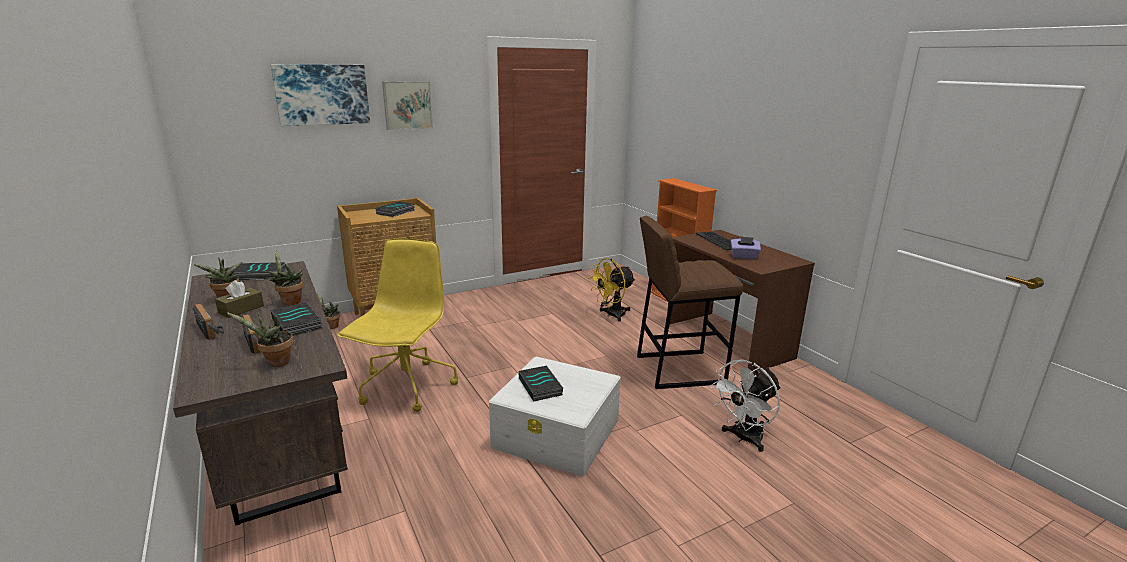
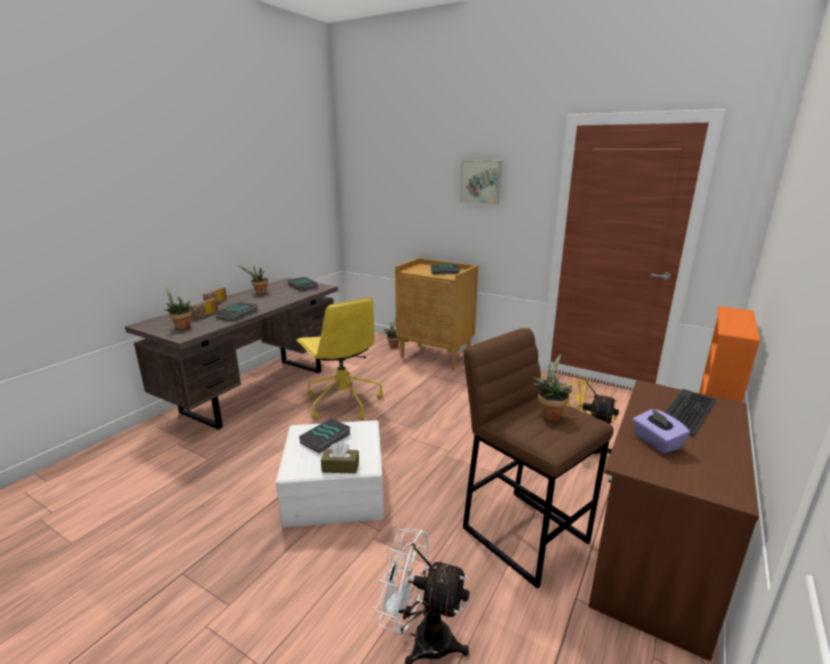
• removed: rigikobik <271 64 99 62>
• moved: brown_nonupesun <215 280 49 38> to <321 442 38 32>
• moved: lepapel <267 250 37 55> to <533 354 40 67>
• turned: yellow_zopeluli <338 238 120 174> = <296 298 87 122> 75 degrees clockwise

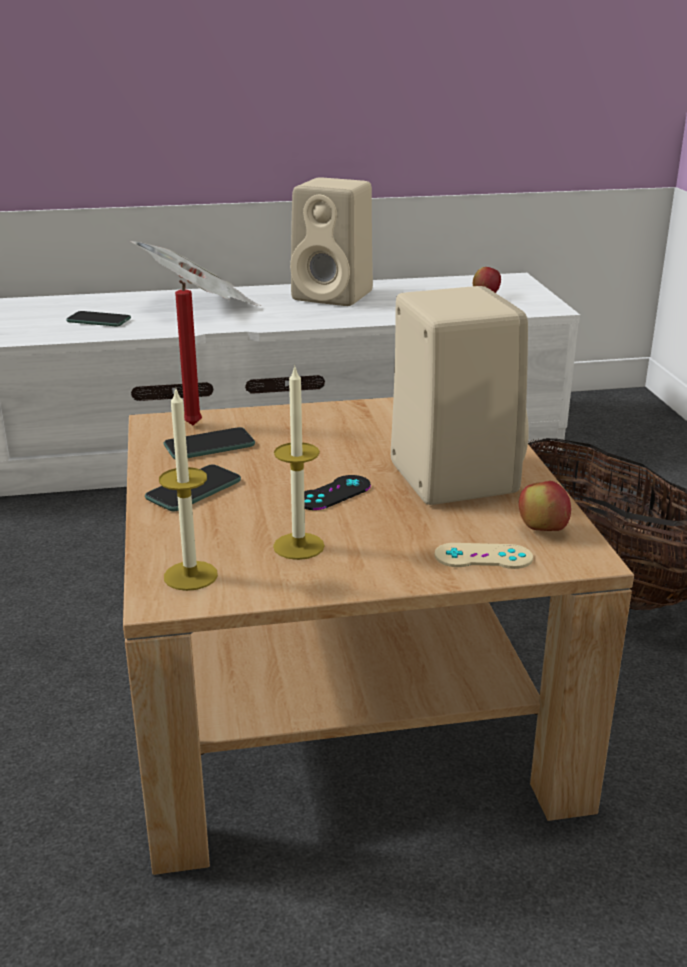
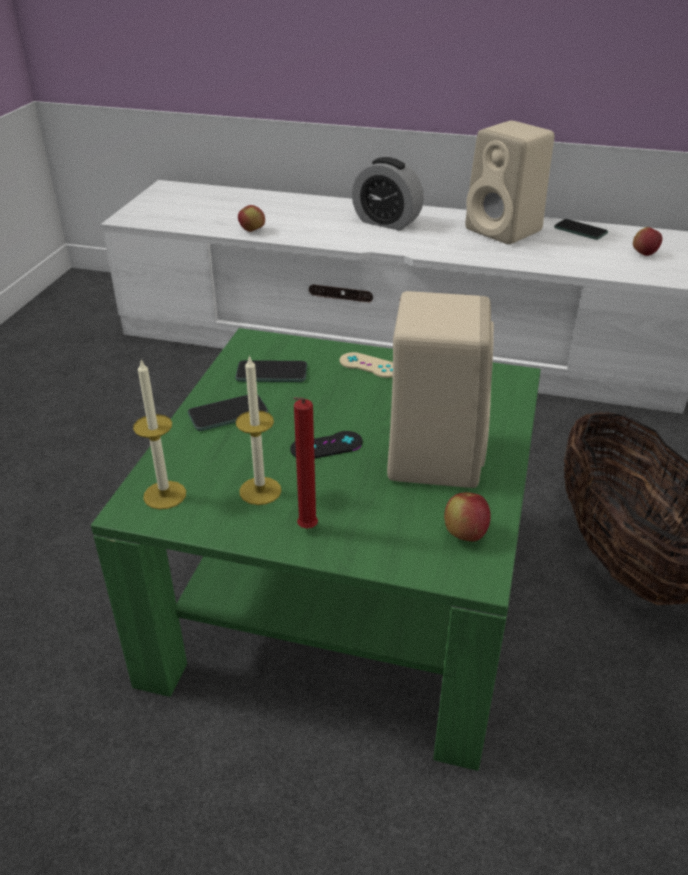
• added: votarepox <238 205 27 27>
• moved: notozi <66 311 65 15> to <554 219 54 21>
• moved: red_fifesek <175 280 27 145> to <293 397 25 131>
• moved: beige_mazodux <435 543 98 26> to <340 352 53 26>
• replaced: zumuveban <130 241 132 65> to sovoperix <352 157 72 74>
• recoloured: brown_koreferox <123 397 511 478> to green_koreferox <91 328 450 443>

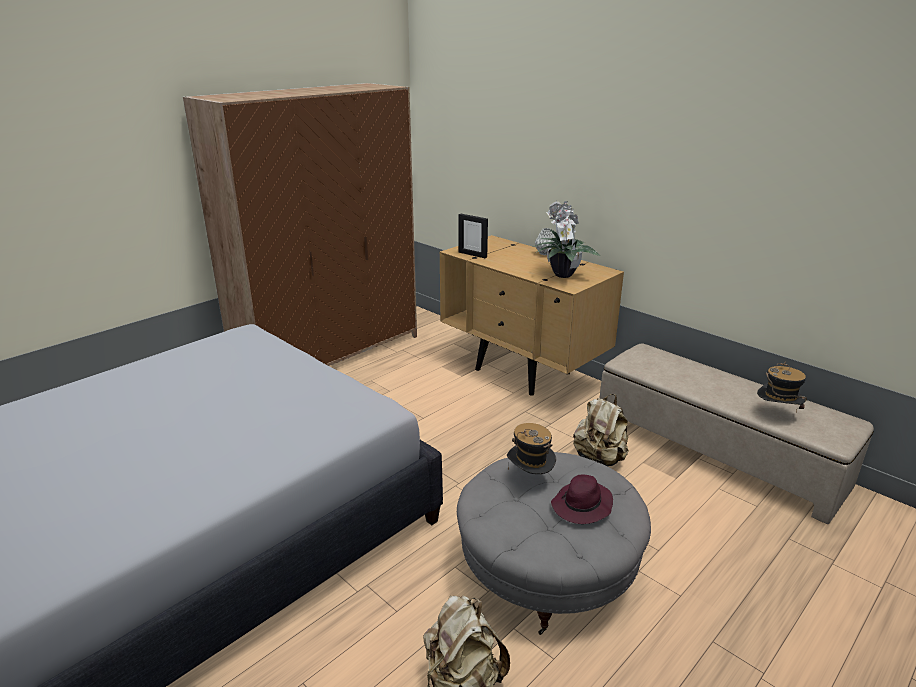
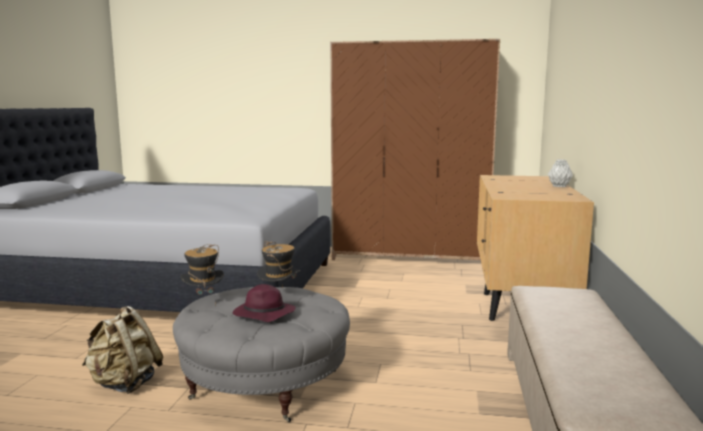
• removed: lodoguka <459 214 29 44>
• removed: lepapel <533 201 67 77>
• removed: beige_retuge <573 394 56 72>
• moved: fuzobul <757 361 50 51> to <181 244 43 61>

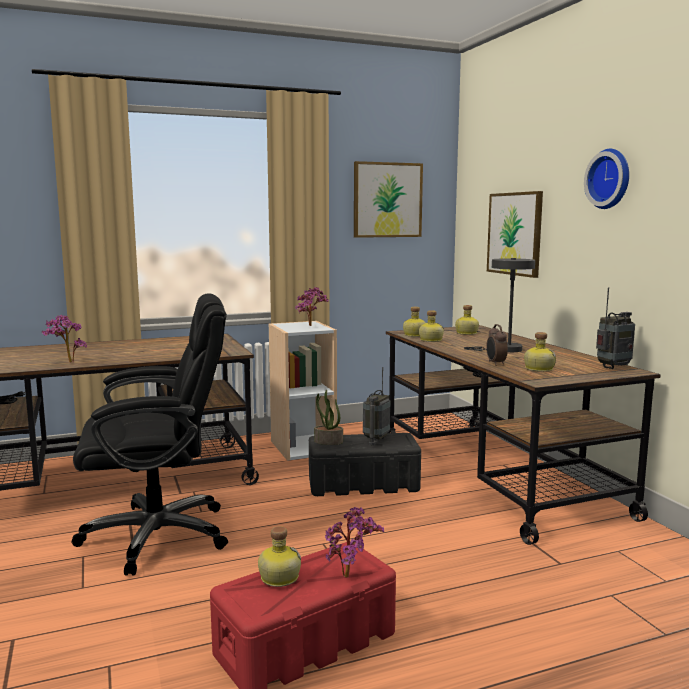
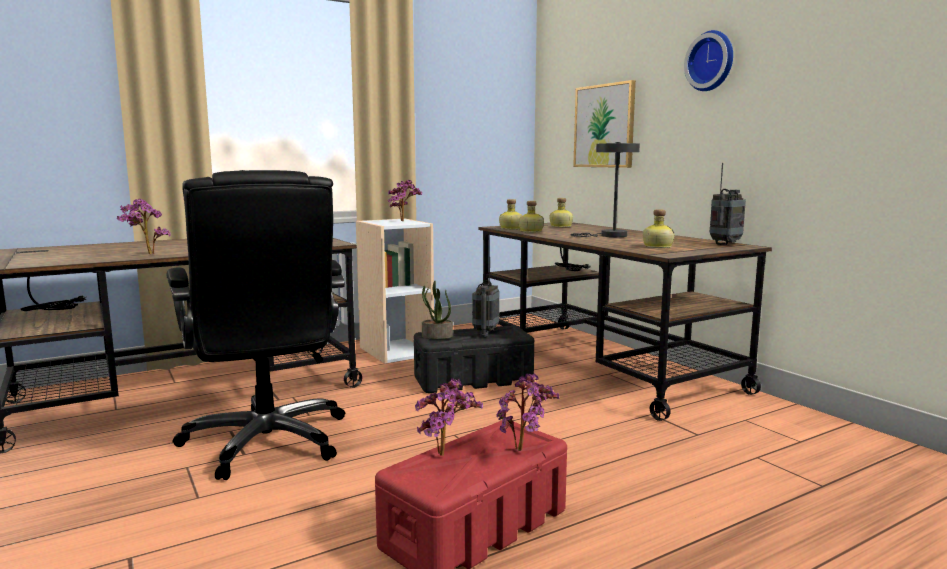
• removed: rigikobik <354 161 69 77>
• removed: sovoperix <486 324 22 42>
• replaced: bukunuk <258 527 43 60> to lepapel <415 378 68 78>
• turned: black_zopeluli <71 293 157 282> = <167 170 178 310> 90 degrees clockwise

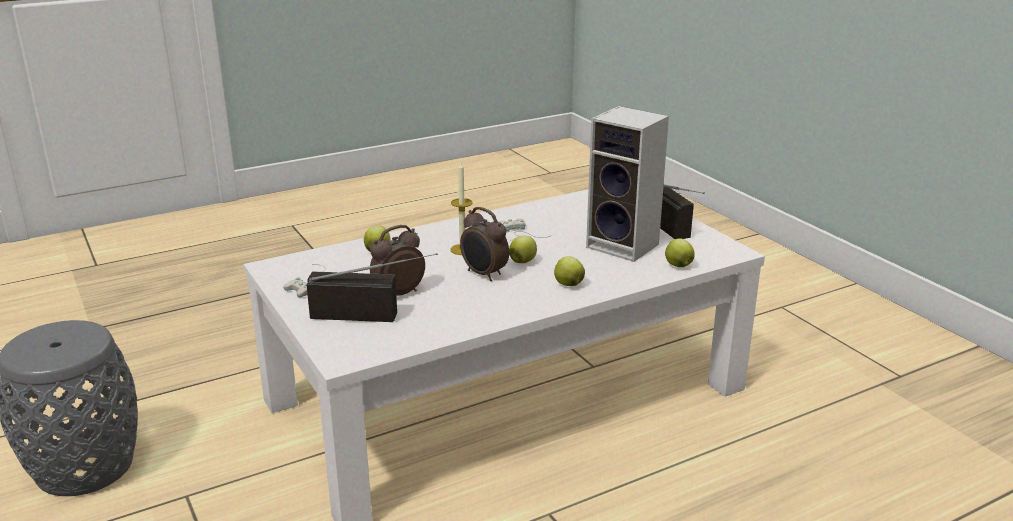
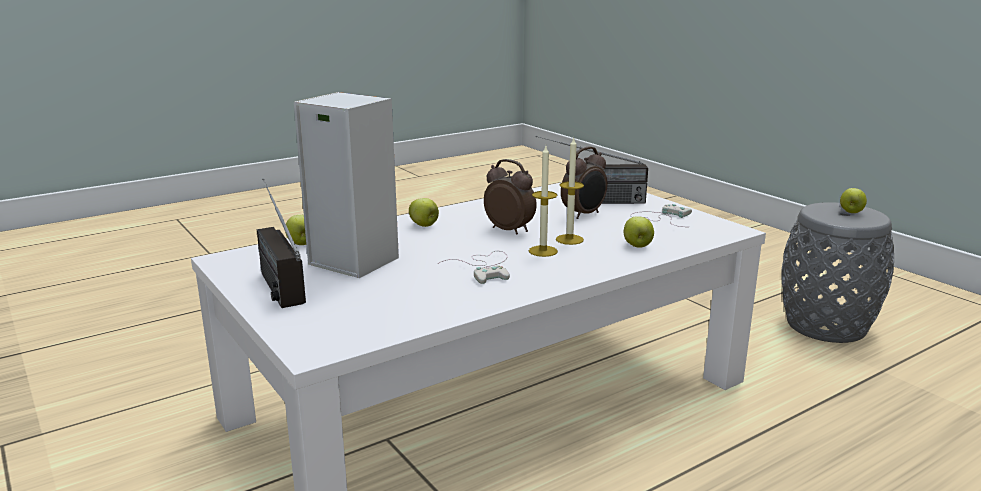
• added: fifesek <556 137 28 108>
• moved: votarepox <509 235 28 28> to <840 188 27 25>

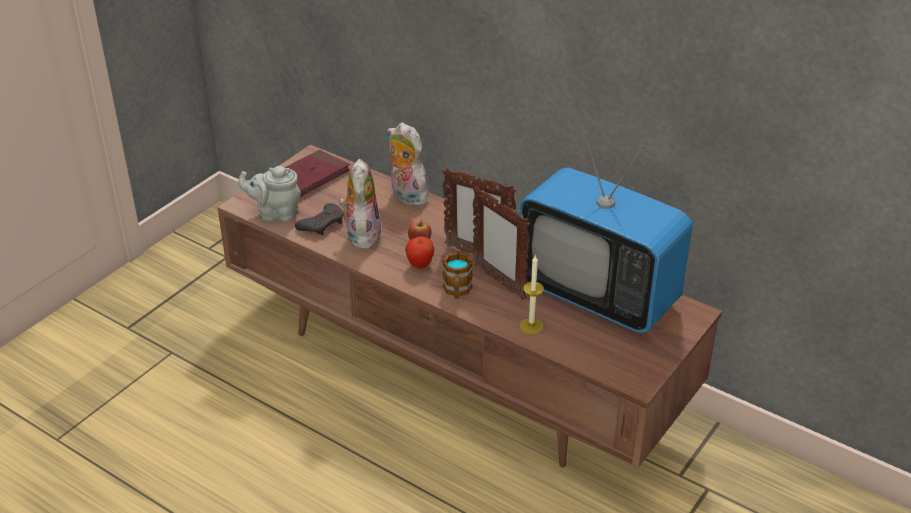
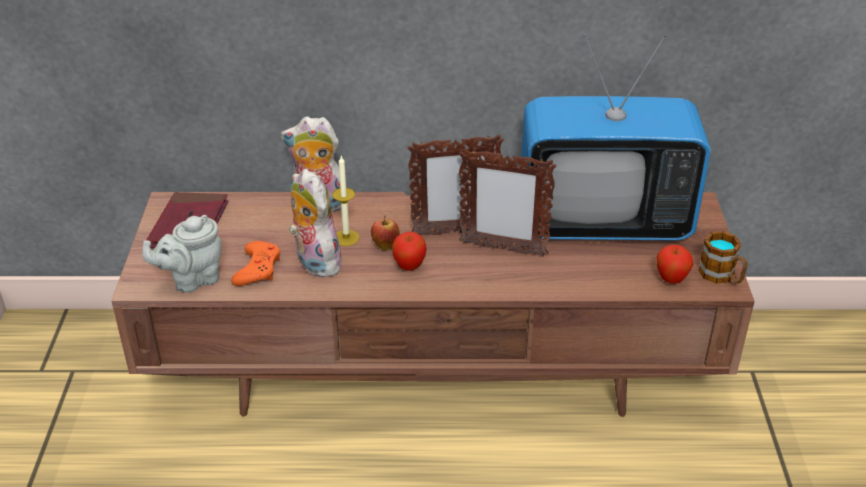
• added: votarepox <656 245 37 39>
• moved: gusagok <443 252 30 47> to <698 231 50 53>
• moved: fifesek <519 256 25 78> to <332 156 28 90>
• recoloured: grey_mazodux <295 203 48 32> to orange_mazodux <231 241 49 45>

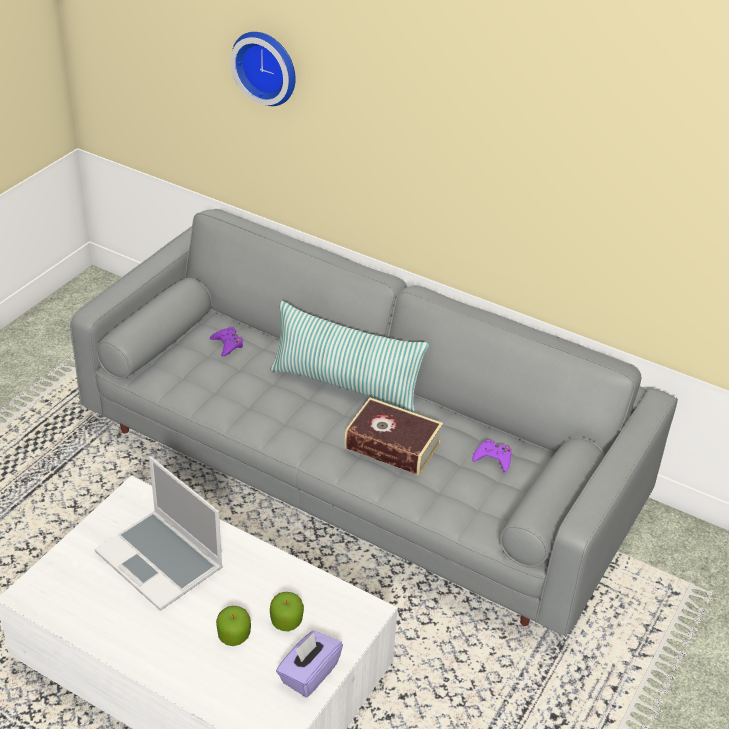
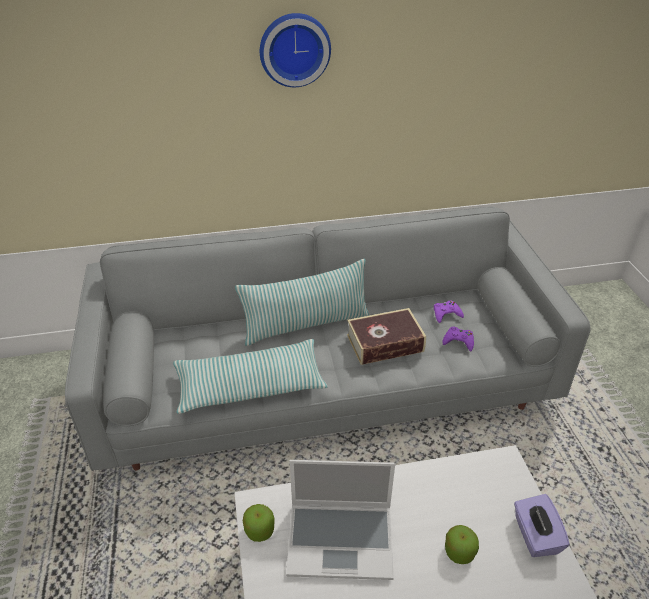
• added: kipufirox <173 339 155 75>
• moved: purple_mazodux <210 327 33 30> to <442 326 32 25>
• moved: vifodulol <230 32 66 74> to <260 13 71 74>
• moved: votarepox <270 592 34 39> to <243 504 32 38>

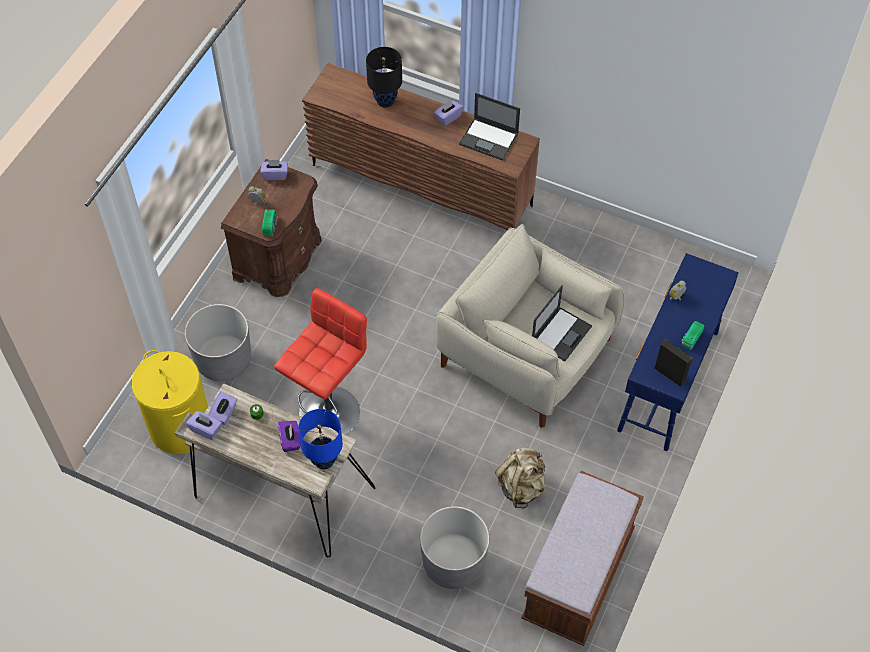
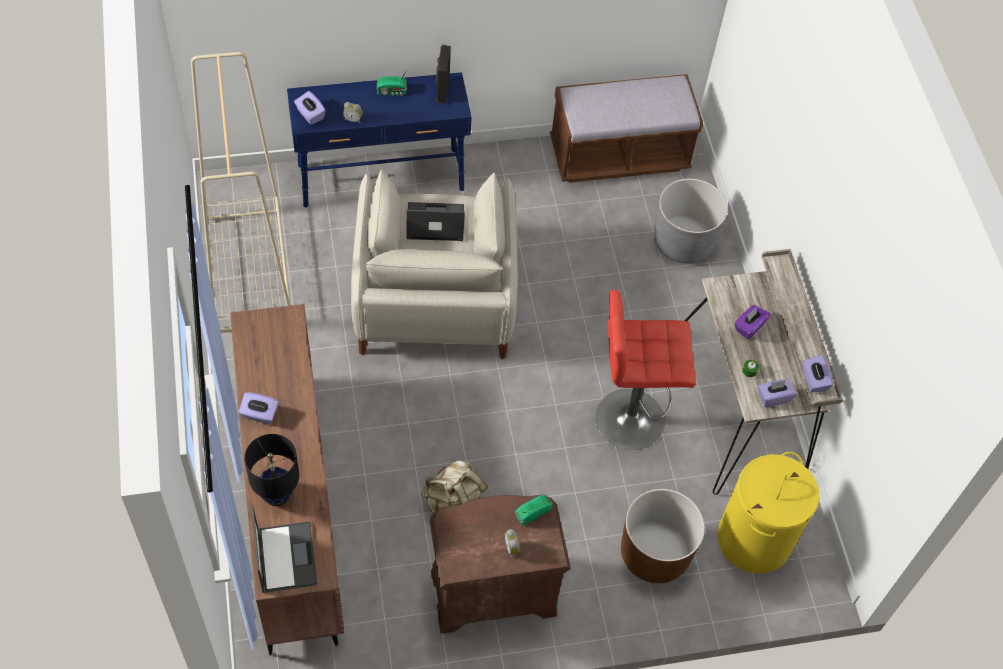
• removed: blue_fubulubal <298 409 45 60>
• added: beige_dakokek <191 52 100 280>
• moved: purple_nonupesun <260 160 28 20> to <294 91 32 34>
• moved: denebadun <459 93 61 68> to <252 506 65 87>
• moved: beige_retuge <495 447 50 62> to <421 460 67 53>
• recoloured: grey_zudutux <185 304 66 77> to brown_zudutux <621 489 84 94>

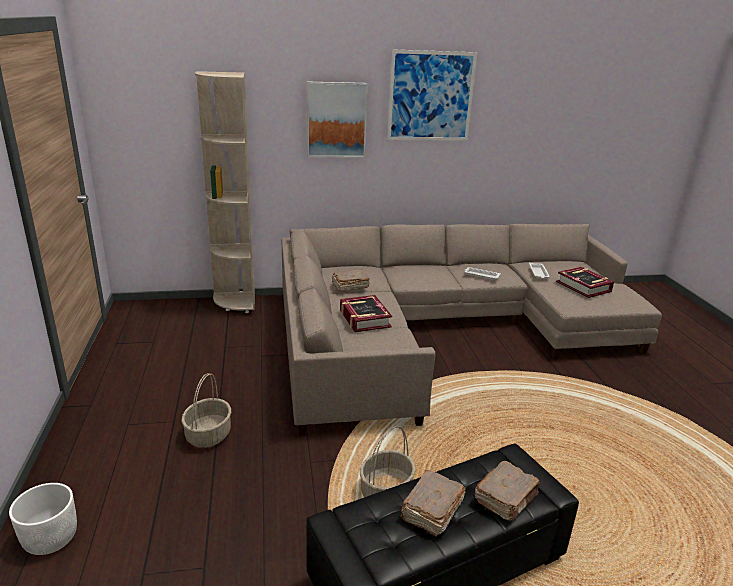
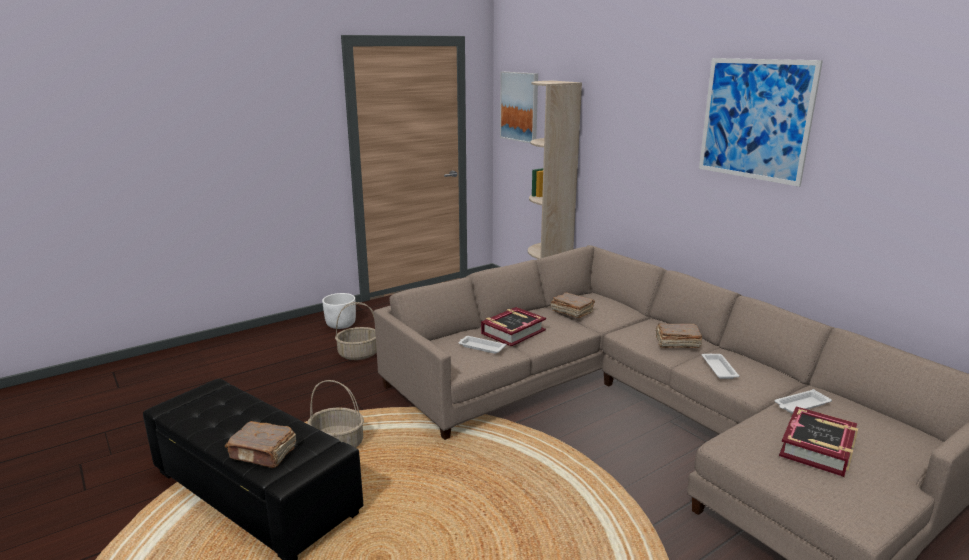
• added: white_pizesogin <459 336 47 18>
• moved: white_zudutux <9 483 68 72> to <322 293 34 36>
• moved: rigikobik <307 82 61 75> to <500 72 38 71>
• moved: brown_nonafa <400 470 65 66> to <656 323 46 25>

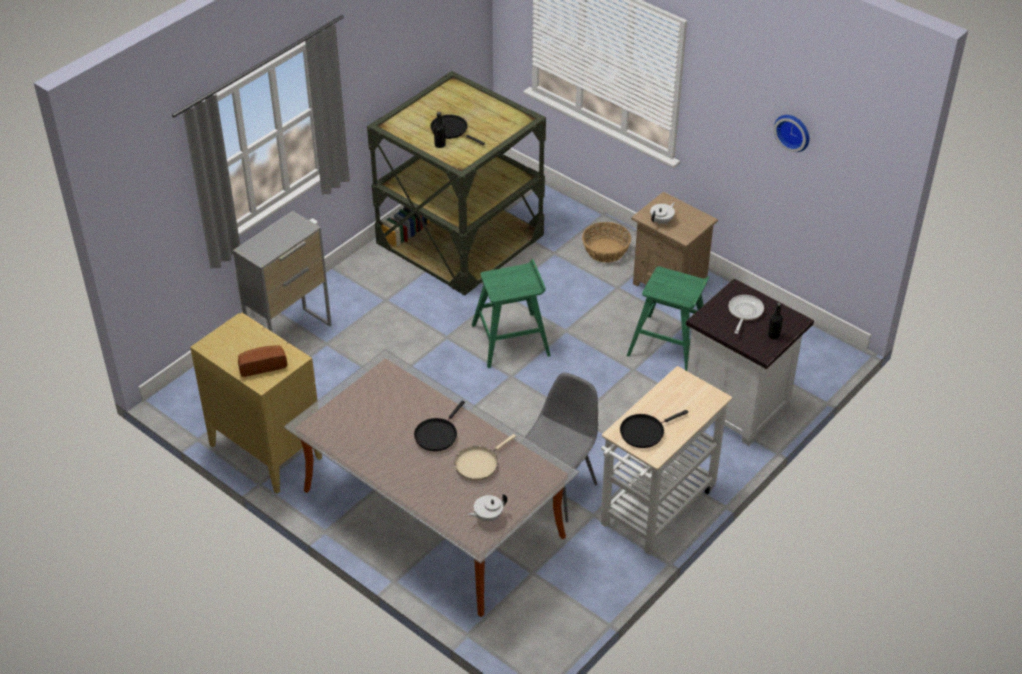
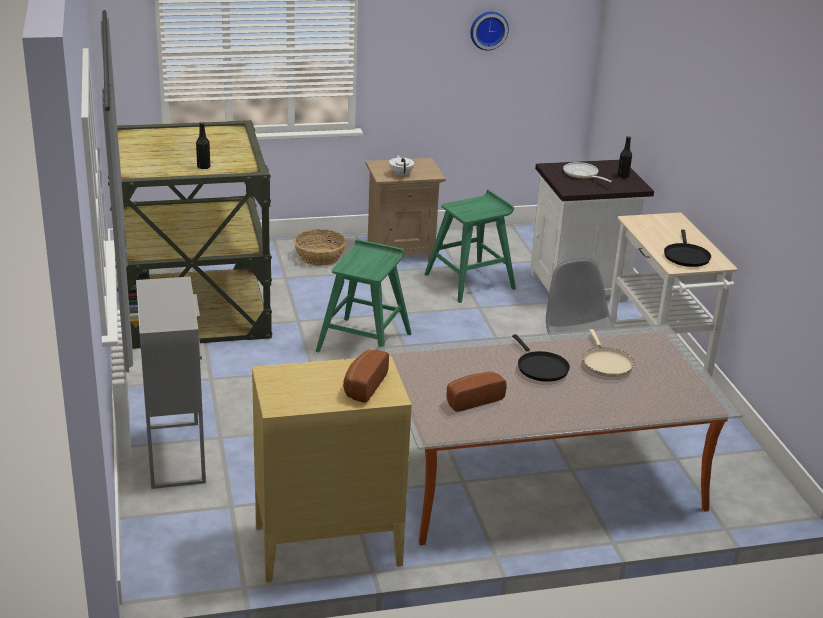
• removed: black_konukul <430 115 55 30>
• removed: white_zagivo <467 494 40 27>
• added: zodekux <446 372 61 40>

